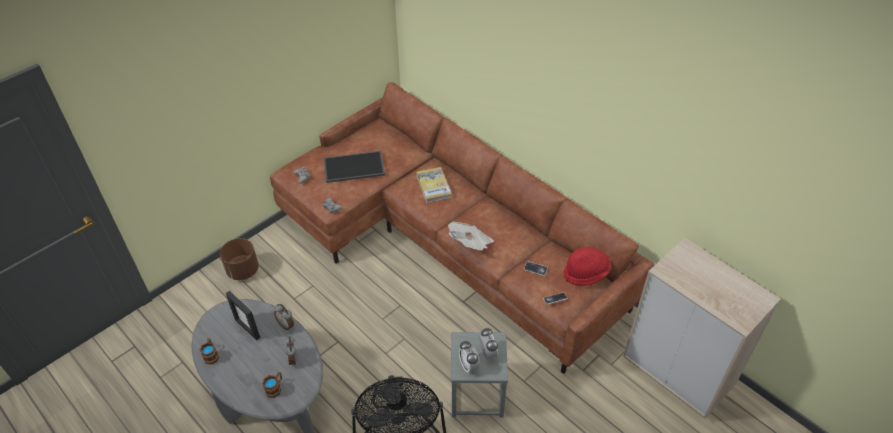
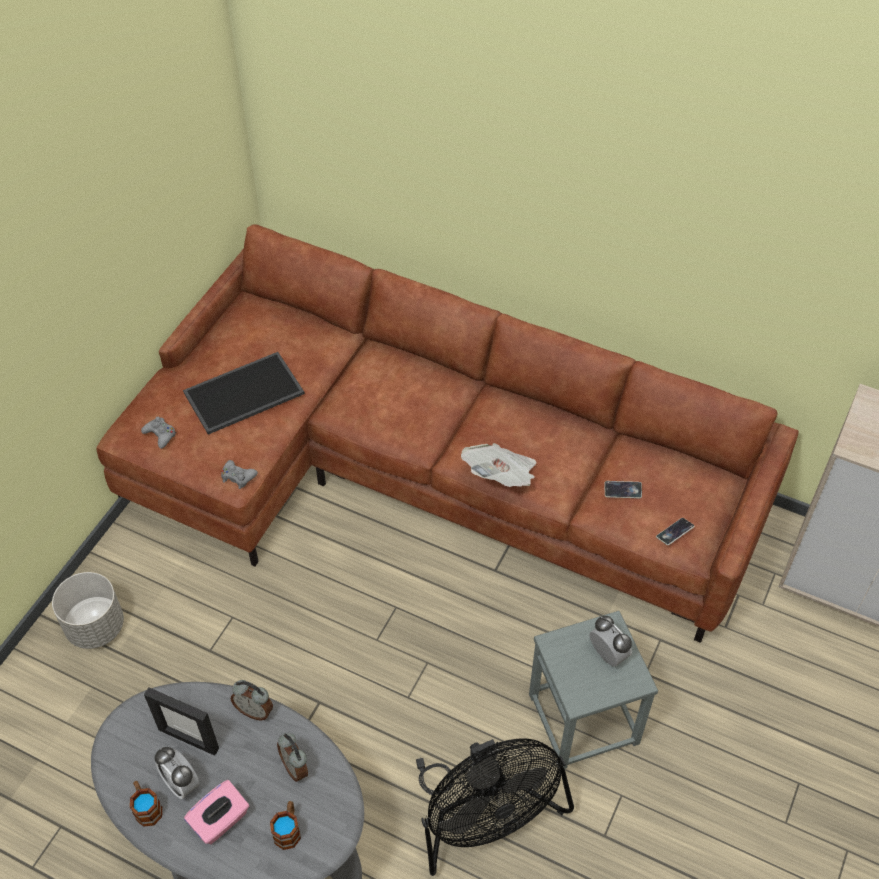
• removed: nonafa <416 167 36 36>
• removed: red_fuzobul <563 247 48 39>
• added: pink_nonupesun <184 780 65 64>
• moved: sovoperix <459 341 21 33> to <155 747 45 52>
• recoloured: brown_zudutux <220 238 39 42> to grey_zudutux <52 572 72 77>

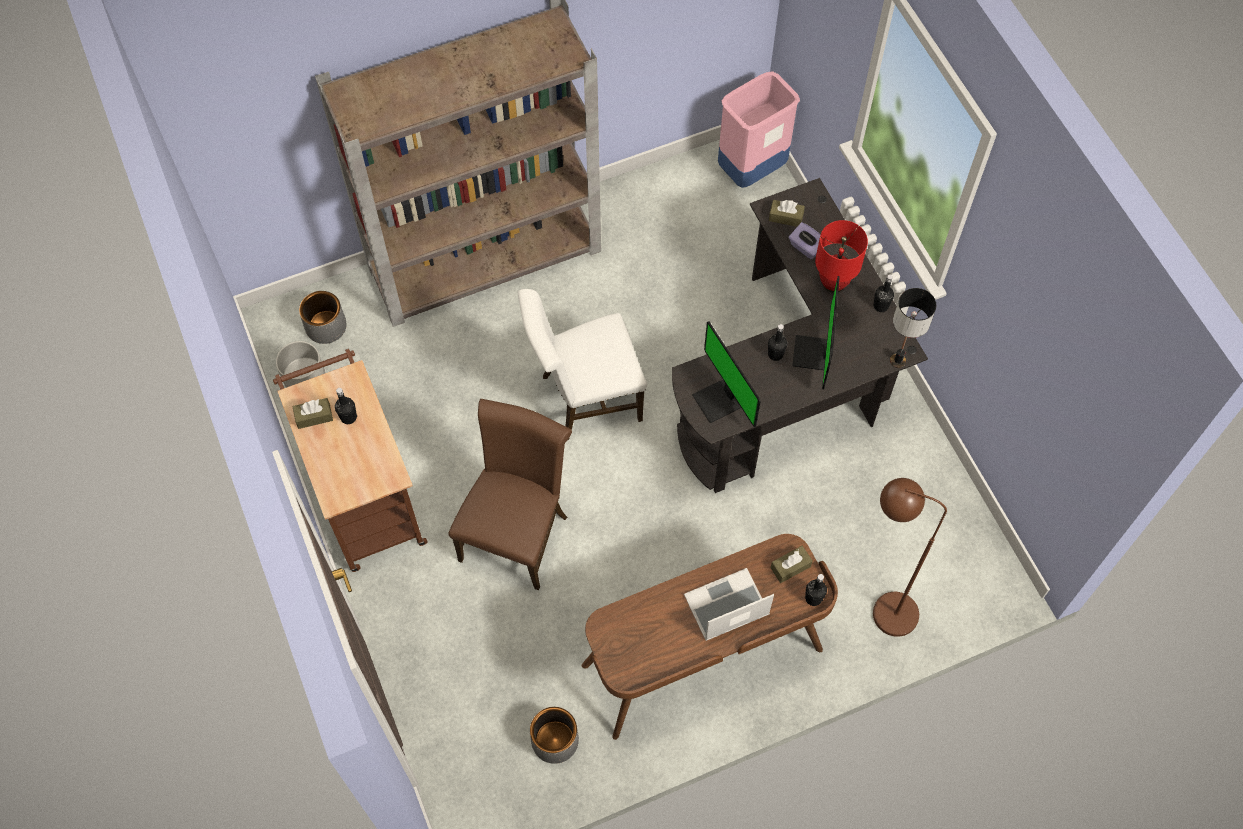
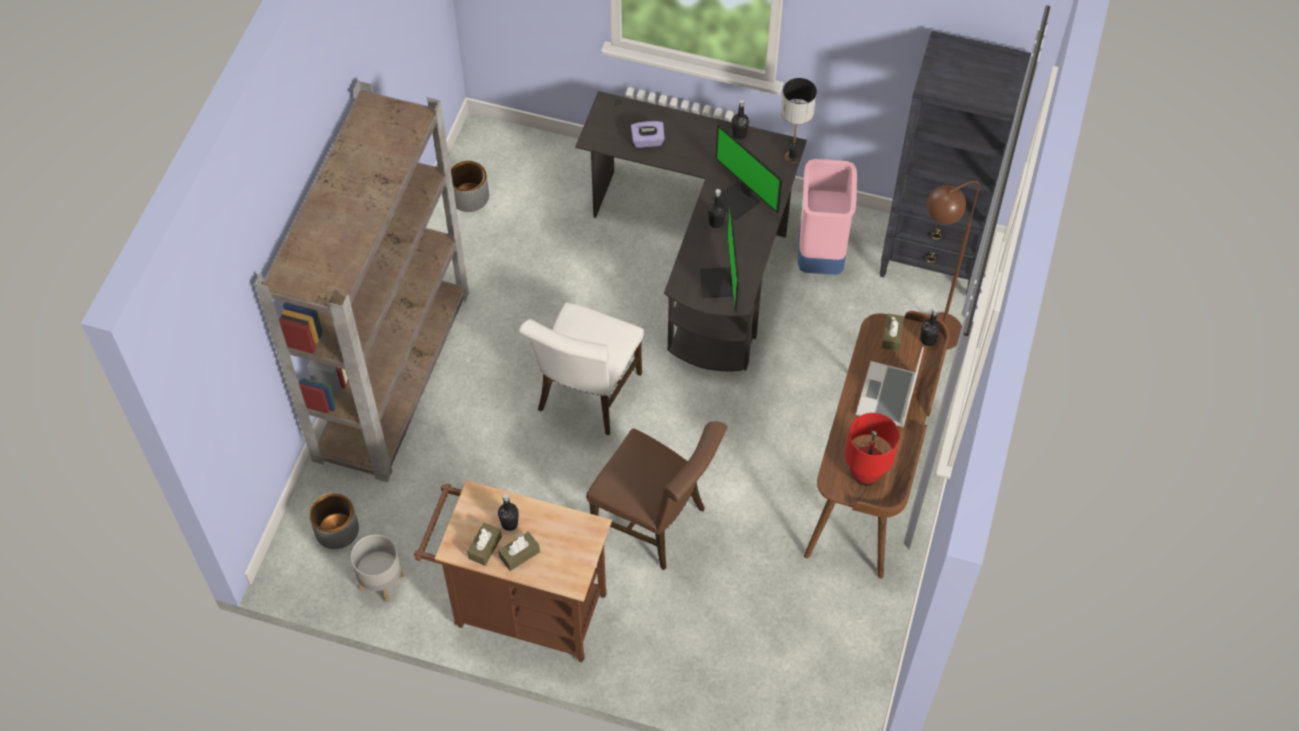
• added: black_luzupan <879 31 152 263>
• moved: grey_zudutux <530 707 49 57> to <451 161 38 51>
• moved: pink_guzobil <718 71 82 117> to <798 159 59 116>
• moved: brown_nonupesun <769 200 36 27> to <499 531 41 40>
• moved: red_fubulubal <815 220 53 73> to <845 413 54 73>
• turned: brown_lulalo <449 399 123 191> = <586 421 141 150> 150 degrees clockwise
• turned: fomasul <692 321 69 106> = <700 203 39 109> 75 degrees clockwise

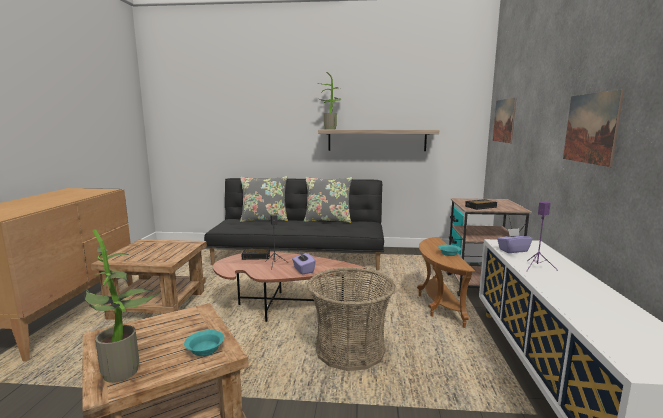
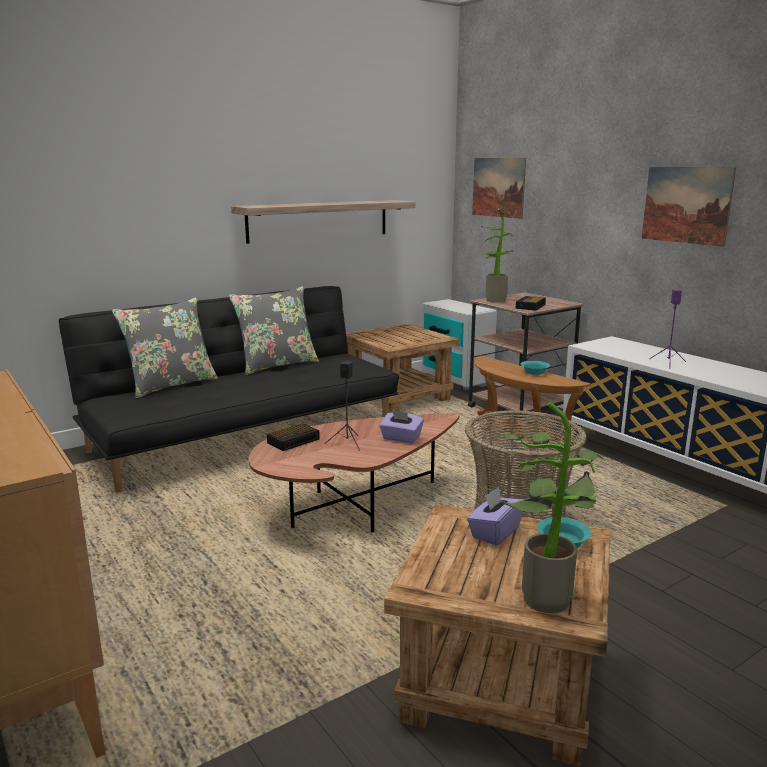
• moved: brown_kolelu <91 239 116 81> to <346 323 113 90>
• moved: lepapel <317 72 24 57> to <481 209 32 94>
• moved: purple_nonupesun <497 228 36 25> to <467 487 57 59>

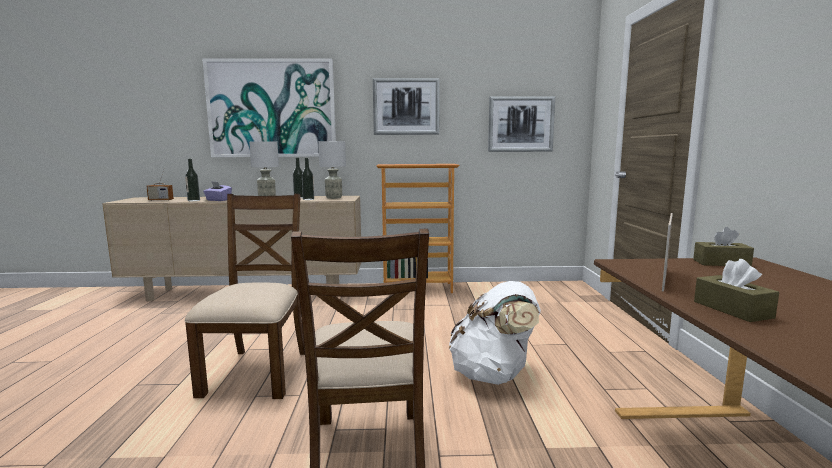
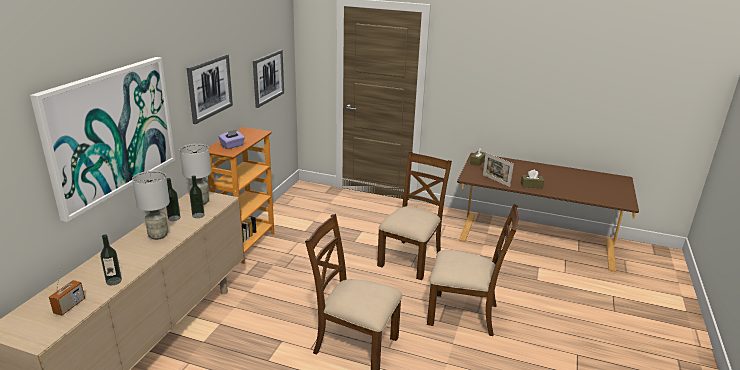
• moved: purple_nonupesun <203 181 29 20> to <219 130 26 19>
• replaced: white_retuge <449 281 92 104> to brown_lulalo <377 152 75 128>

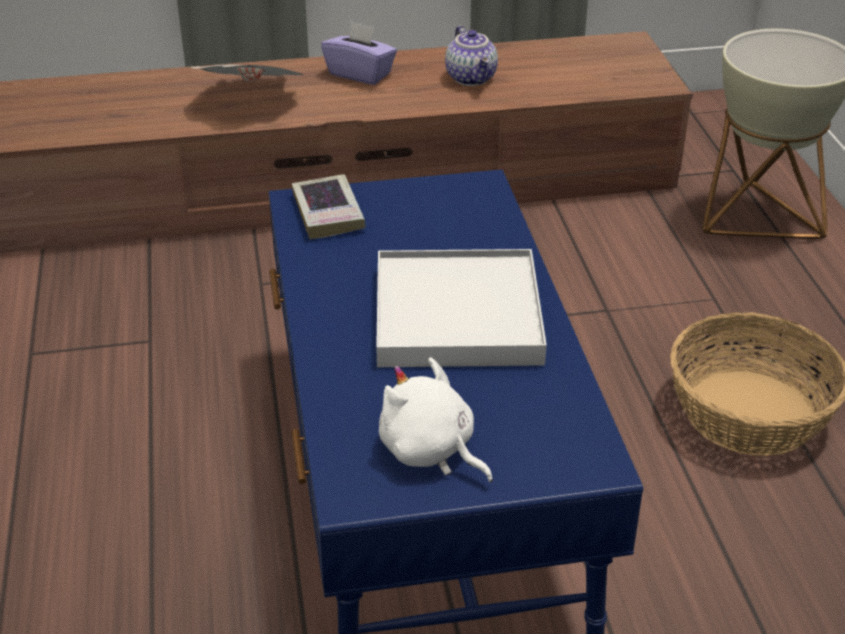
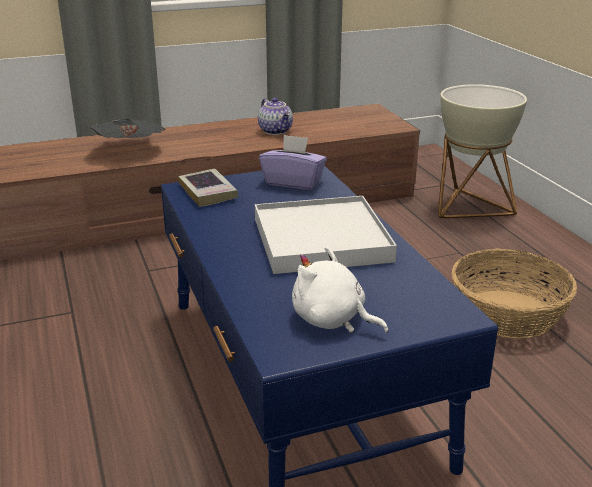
• moved: purple_nonupesun <321 21 76 64> to <259 135 68 55>

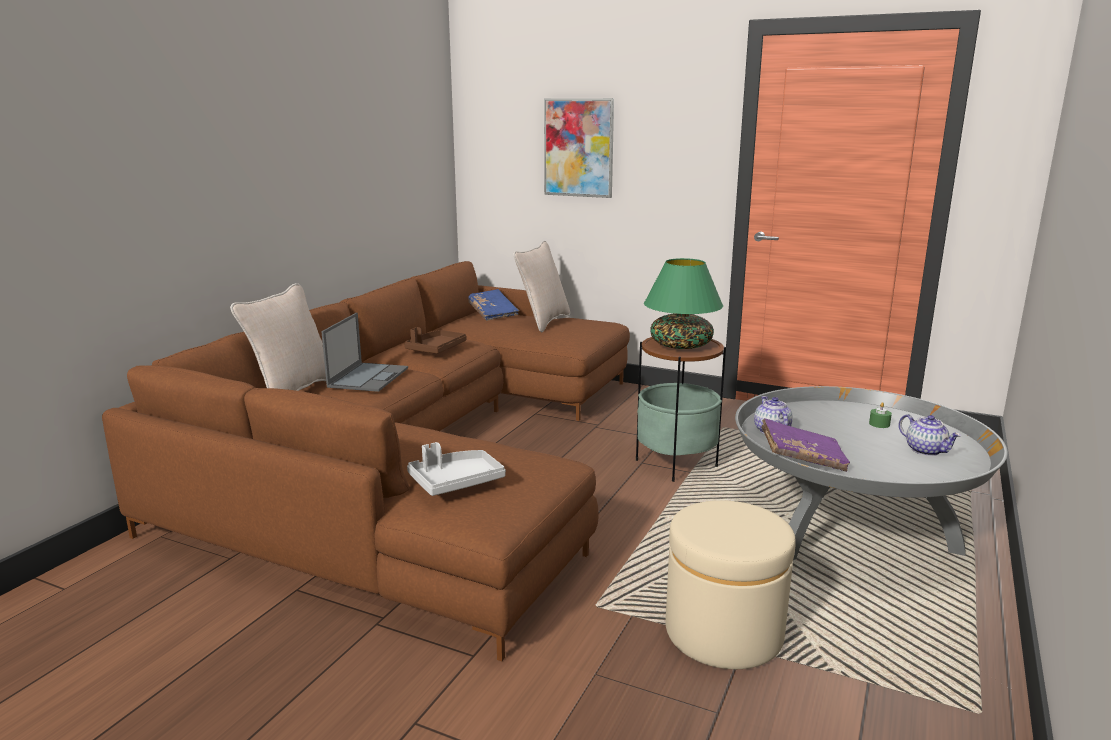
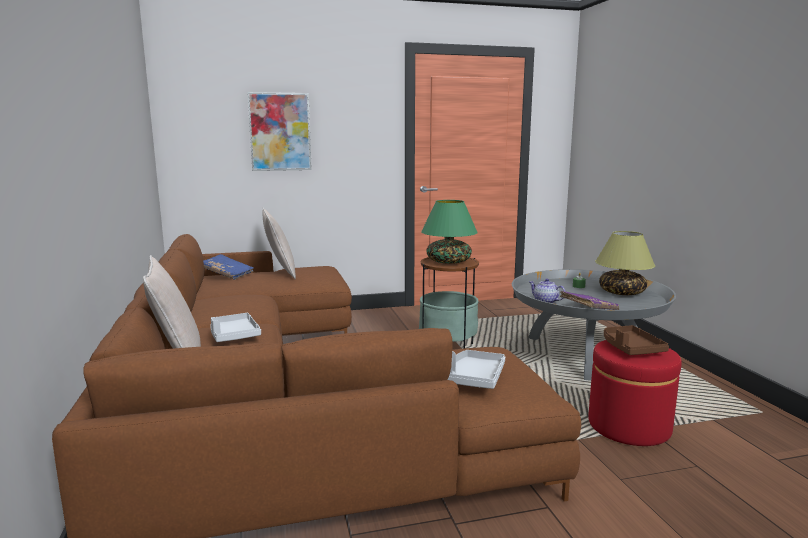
• moved: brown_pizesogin <404 327 63 27> to <604 325 65 30>
• replaced: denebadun <321 313 87 79> to grey_pizesogin <210 313 51 29>
• replaced: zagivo <898 414 63 42> to fubulubal <595 231 60 64>
• recoloured: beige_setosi <666 500 130 169> to red_setosi <588 340 94 106>

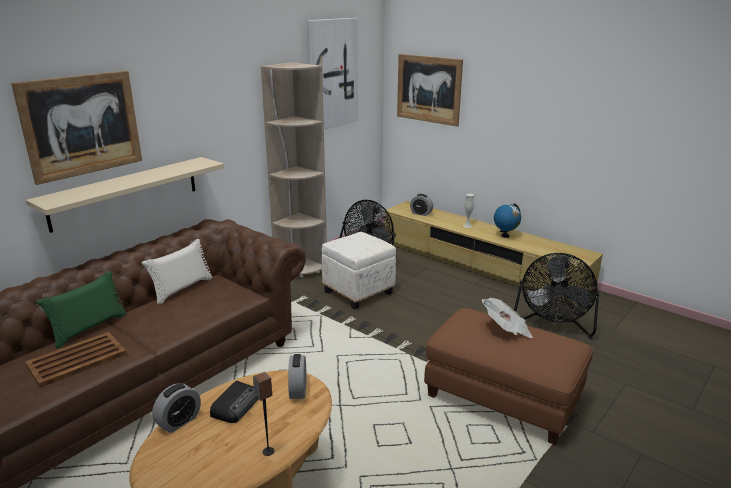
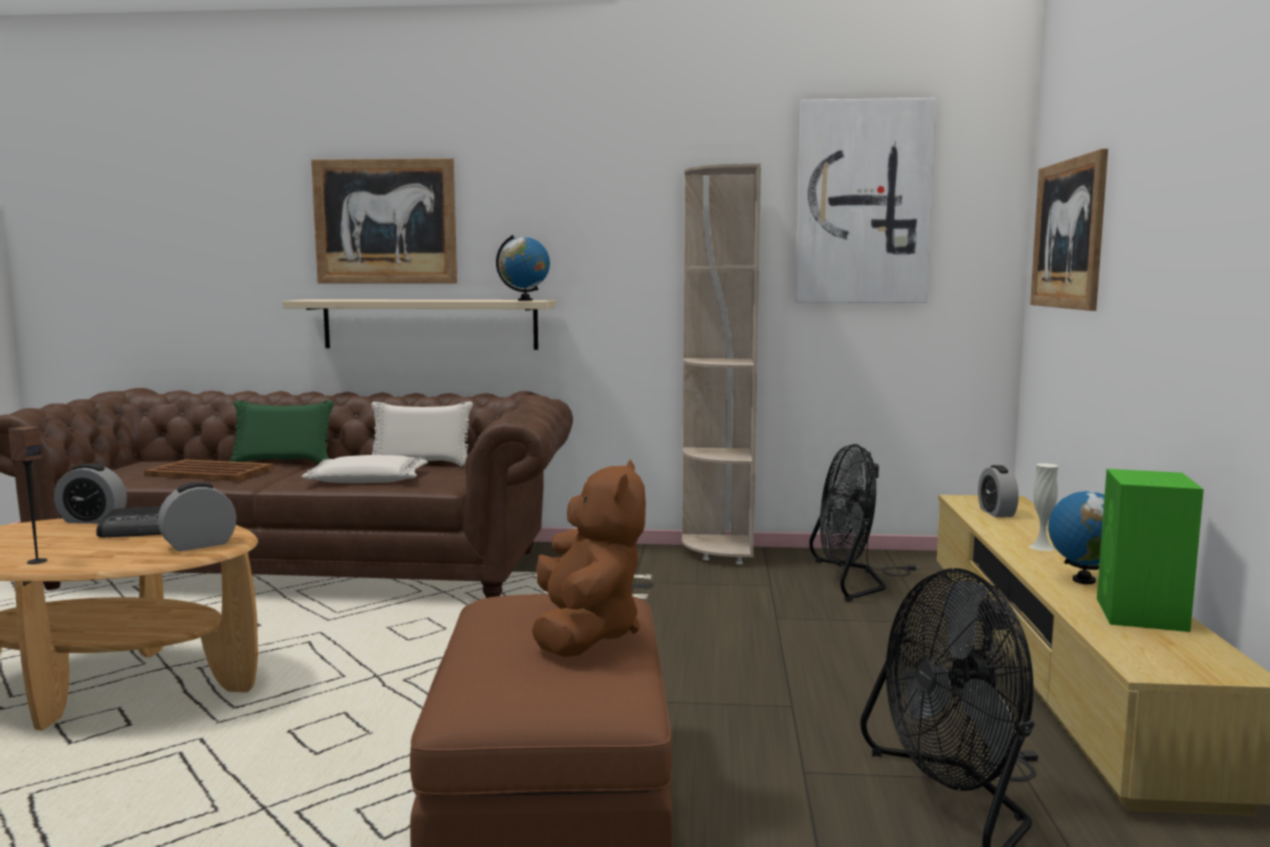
• removed: white_setosi <322 232 74 78>
• added: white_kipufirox <302 455 126 28>
• added: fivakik <496 235 54 66>
• added: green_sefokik <1097 469 107 163>
• replaced: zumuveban <482 298 51 40> to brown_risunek <532 460 114 197>

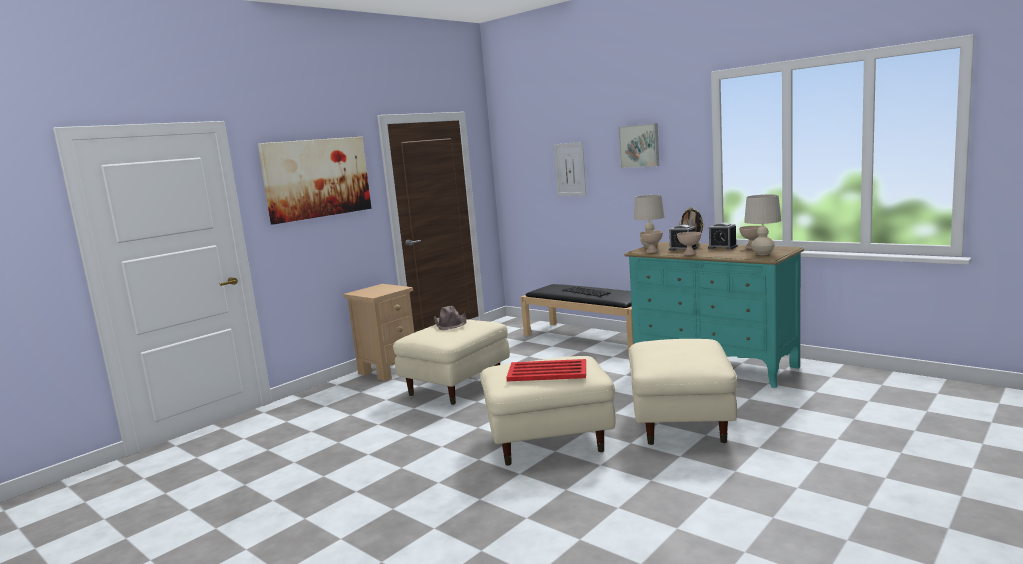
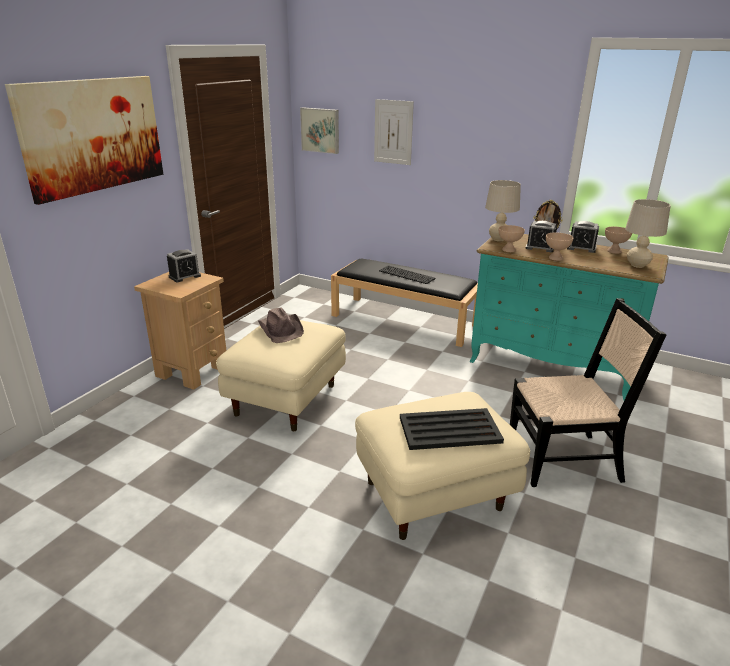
• added: sovoperix <167 249 34 33>
• moved: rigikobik <618 123 41 45> to <300 107 39 47>
• replaced: beige_setosi <628 339 109 106> to lulalo <510 298 156 189>
• recoloured: red_pizesogin <506 359 80 22> to black_pizesogin <400 408 104 42>

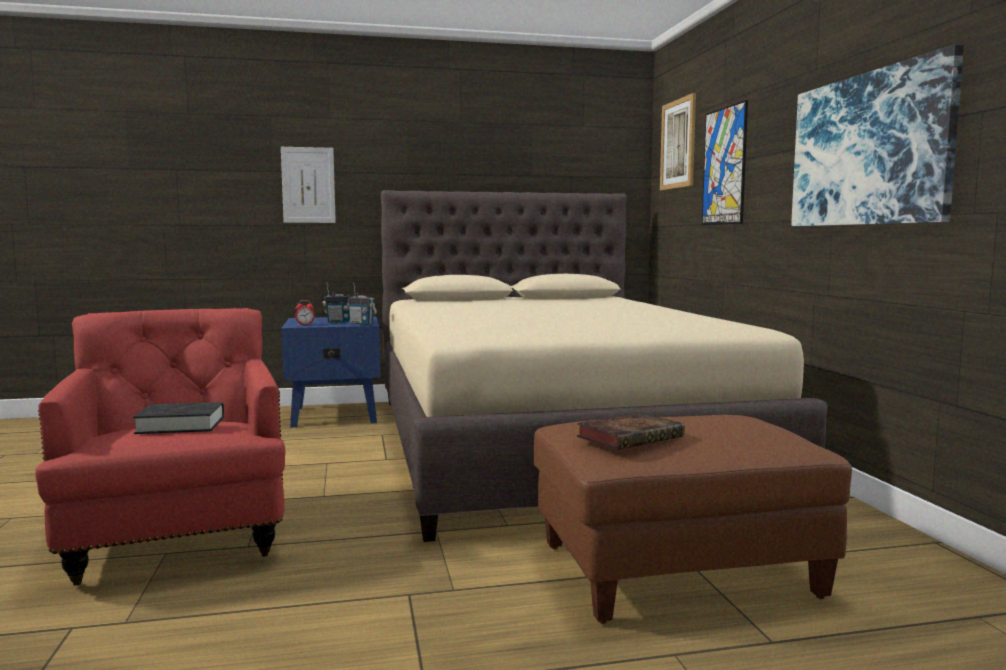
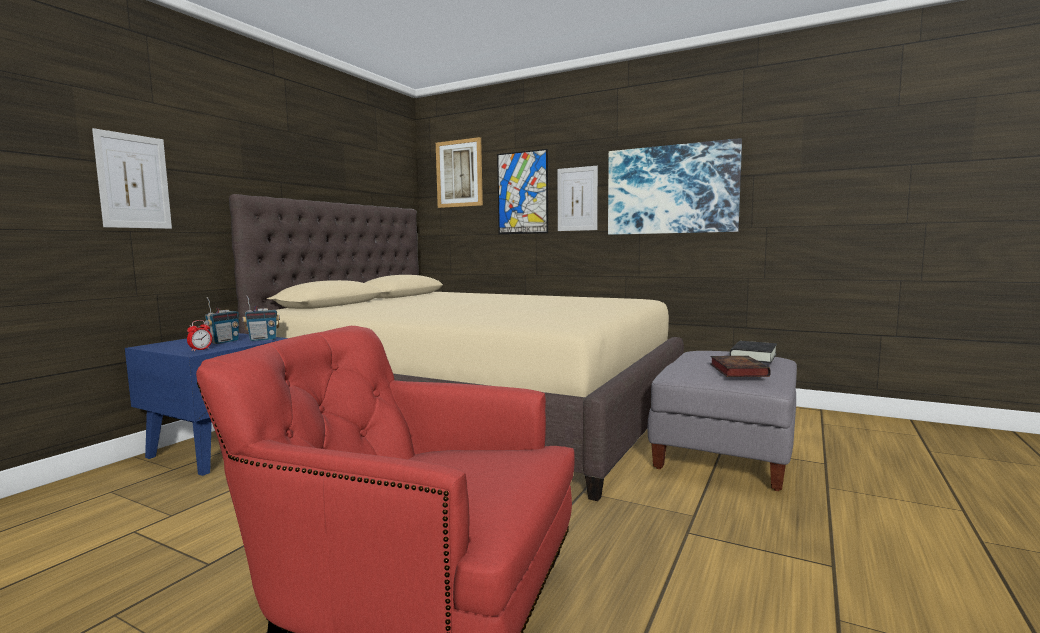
• added: rigikobik <558 166 40 65>
• moved: black_nonafa <133 402 91 32> to <729 341 48 22>
• recoloured: brown_setosi <534 415 318 209> to grey_setosi <647 351 150 140>

